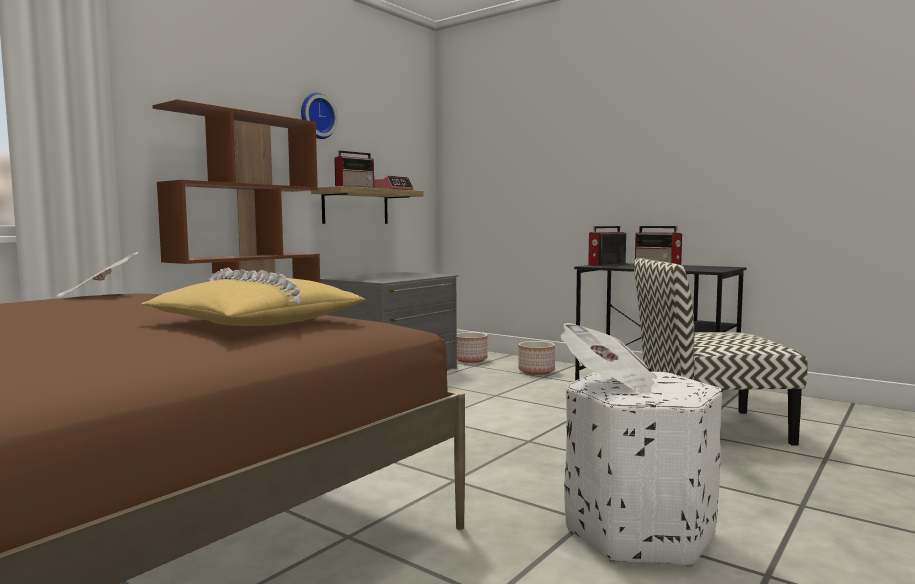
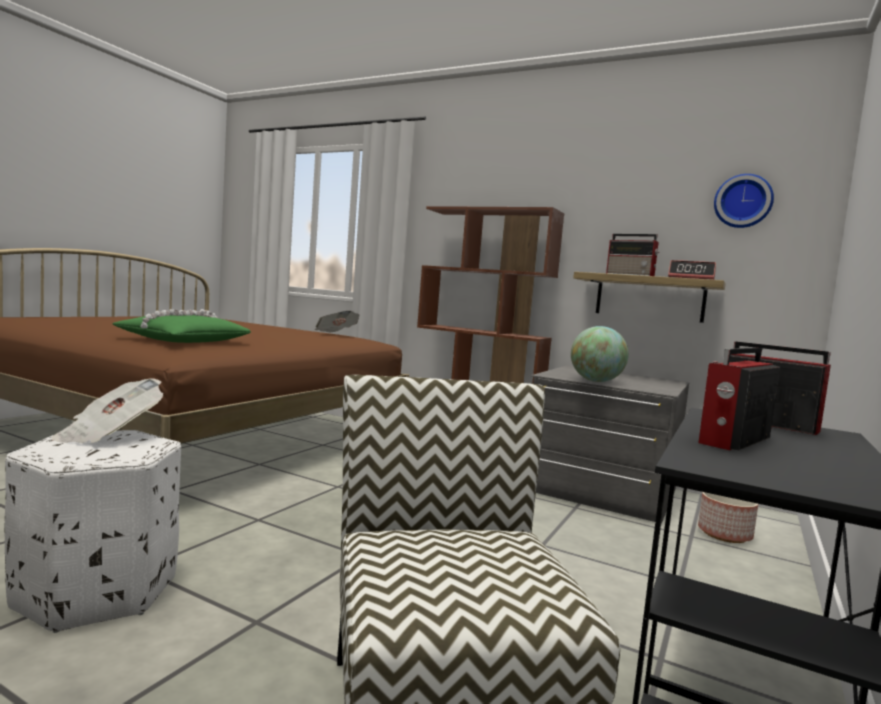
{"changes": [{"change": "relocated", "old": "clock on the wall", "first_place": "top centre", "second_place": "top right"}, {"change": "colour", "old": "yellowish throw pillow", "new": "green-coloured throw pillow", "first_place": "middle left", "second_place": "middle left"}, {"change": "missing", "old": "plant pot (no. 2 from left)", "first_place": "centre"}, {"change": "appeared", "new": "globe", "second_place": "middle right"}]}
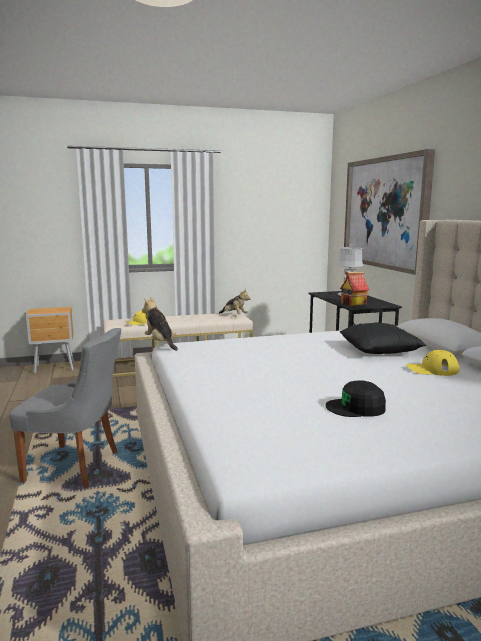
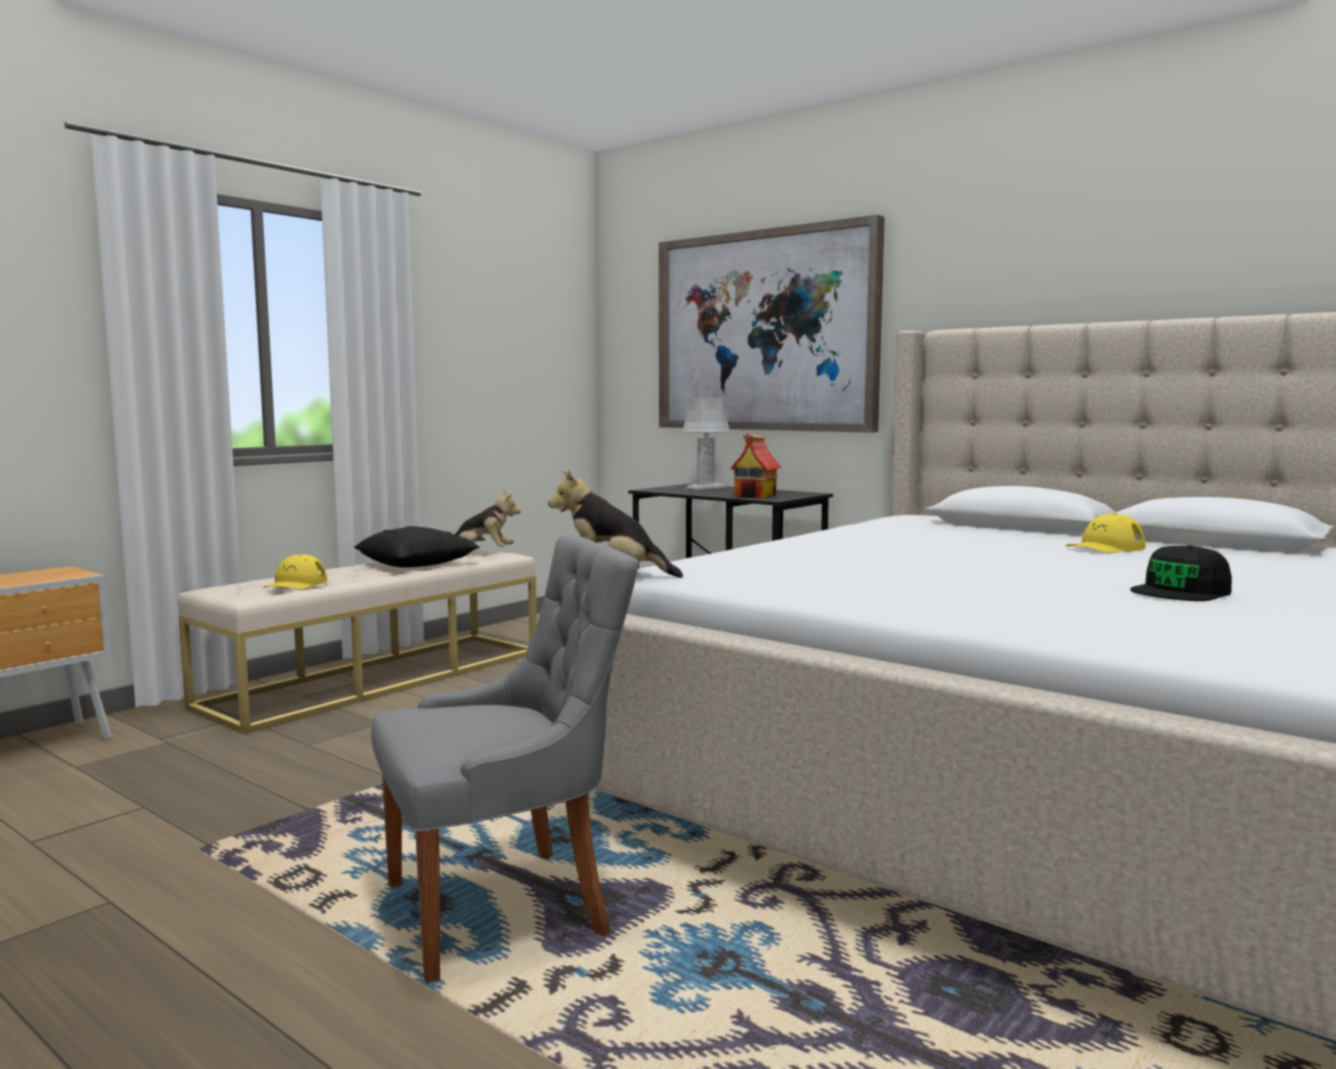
{"changes": [{"change": "relocated", "old": "black throw pillow", "first_place": "middle right", "second_place": "middle left"}]}
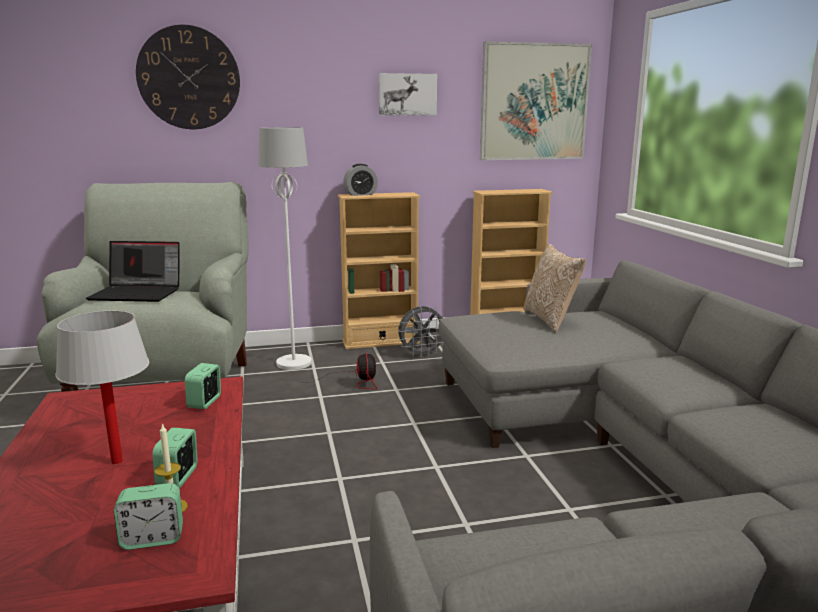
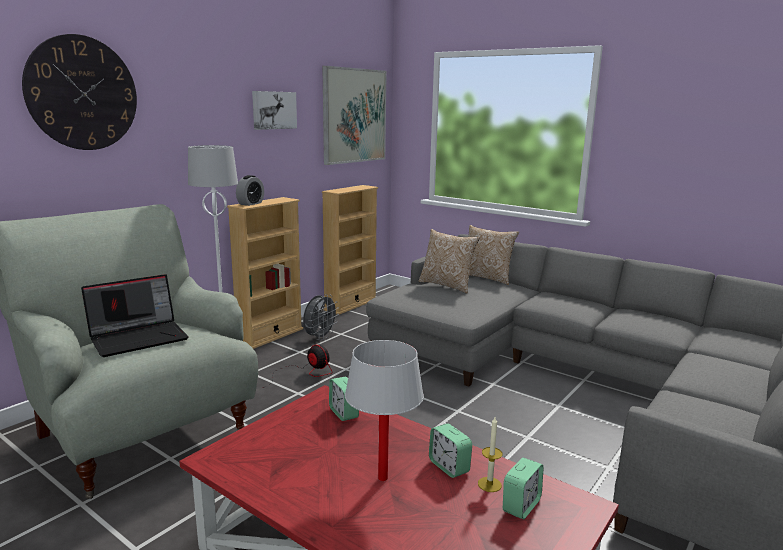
{"changes": [{"change": "appeared", "new": "throw pillow (no. 2 from left)", "second_place": "centre"}]}
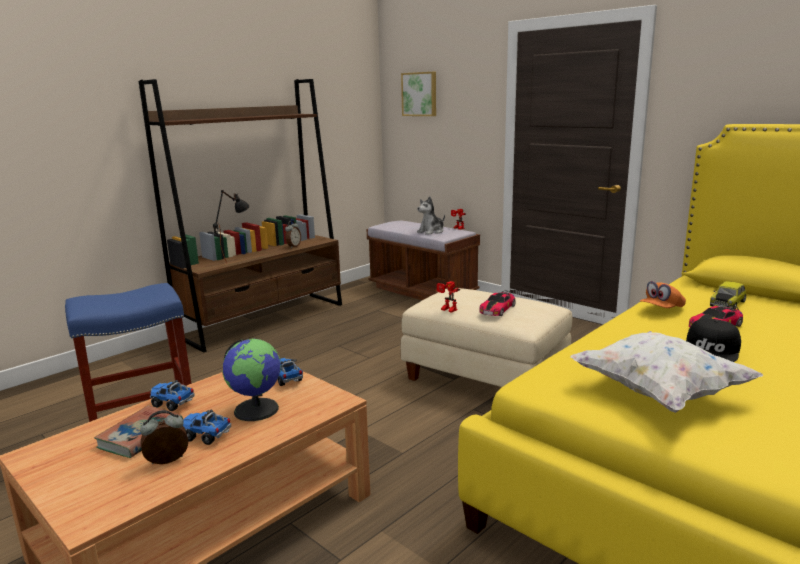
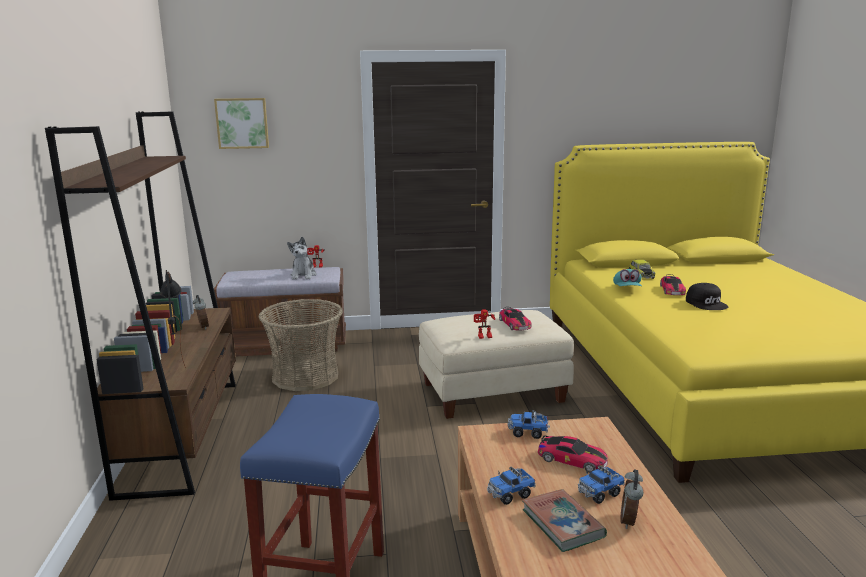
{"changes": [{"change": "colour", "old": "orange-coloured cap", "new": "turquoise cap", "first_place": "middle right", "second_place": "middle right"}, {"change": "missing", "old": "whitish throw pillow", "first_place": "middle right"}, {"change": "exchanged", "old": "globe", "new": "model car (no. 2 from left)", "first_place": "bottom left", "second_place": "bottom centre"}, {"change": "appeared", "new": "storage basket", "second_place": "centre"}]}
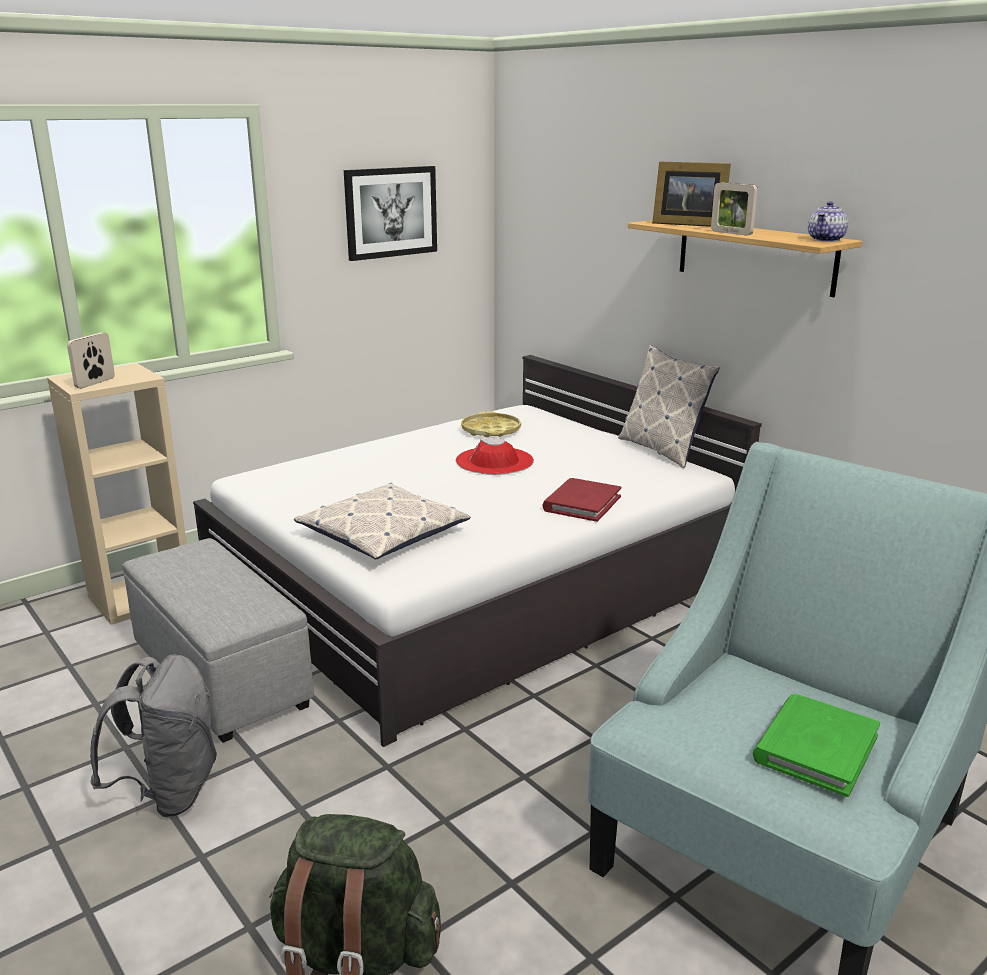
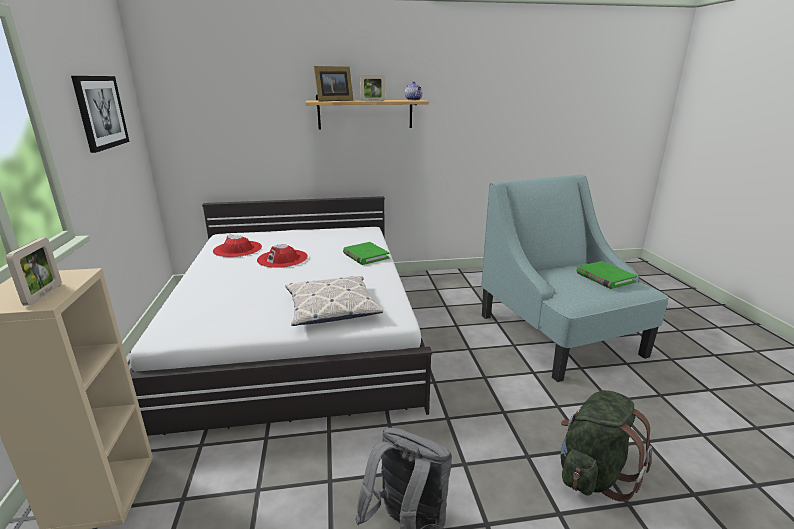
{"changes": [{"change": "spun", "old": "standing frame (no. 1 from left)", "first_place": "middle left", "second_place": "middle left", "degrees": -150}, {"change": "missing", "old": "throw pillow (no. 2 from left)", "first_place": "middle right"}, {"change": "exchanged", "old": "yellowish tray", "new": "reddish clothing hat (no. 1 from left)", "first_place": "centre", "second_place": "middle left"}, {"change": "colour", "old": "reddish bound book", "new": "green-coloured bound book (no. 1 from left)", "first_place": "centre", "second_place": "centre"}, {"change": "missing", "old": "grey pouffe", "first_place": "middle left"}]}
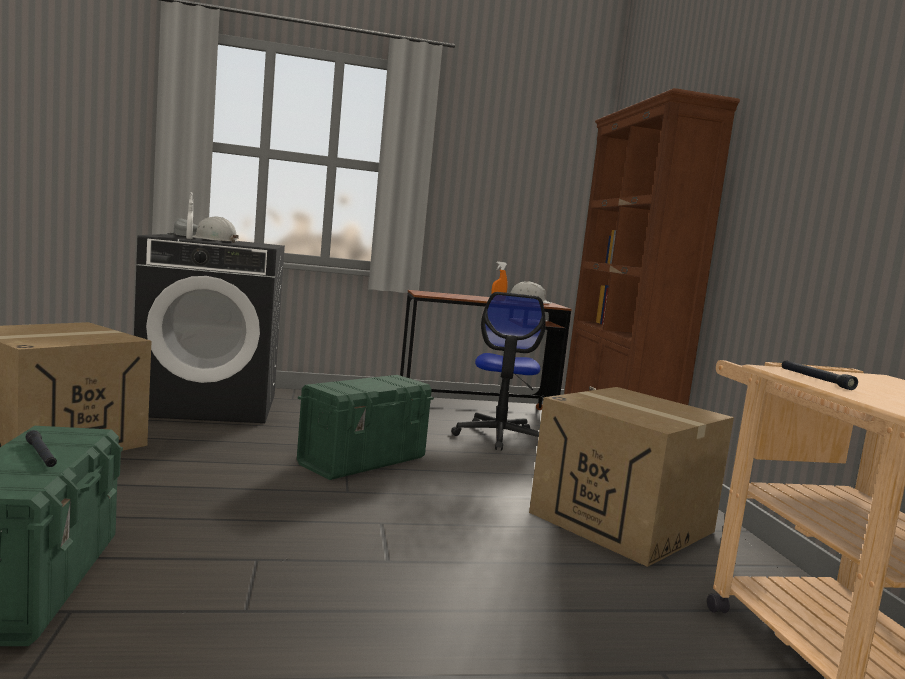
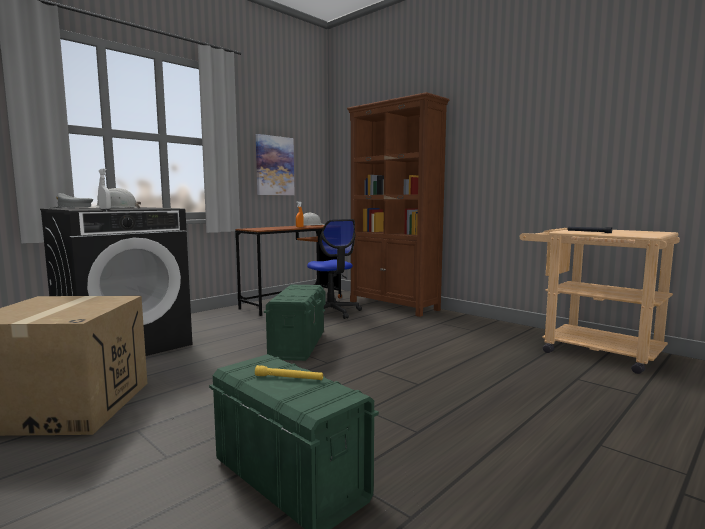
{"changes": [{"change": "missing", "old": "carton (no. 2 from left)", "first_place": "bottom right"}, {"change": "colour", "old": "black flashlight (no. 1 from left)", "new": "yellowish flashlight", "first_place": "middle left", "second_place": "bottom centre"}, {"change": "appeared", "new": "picture", "second_place": "top centre"}]}
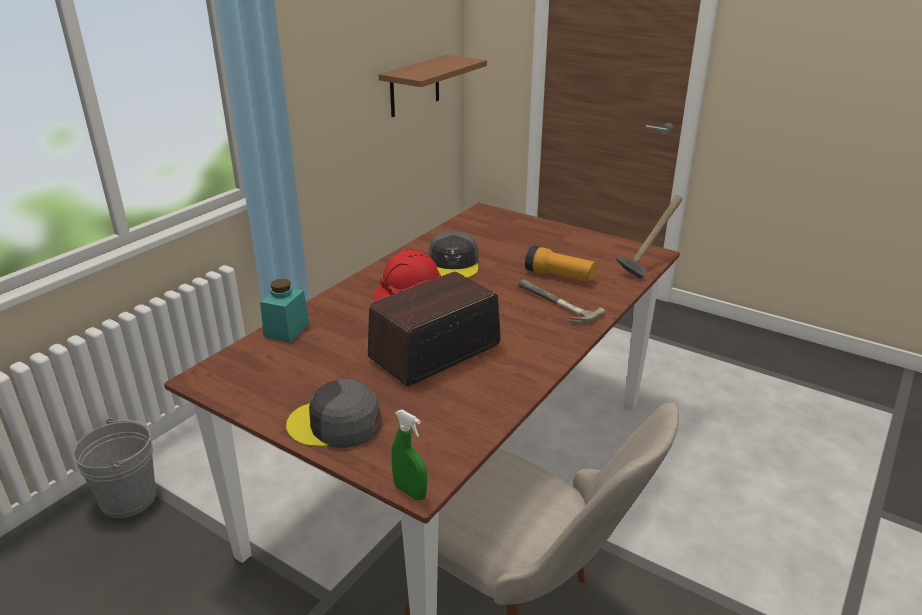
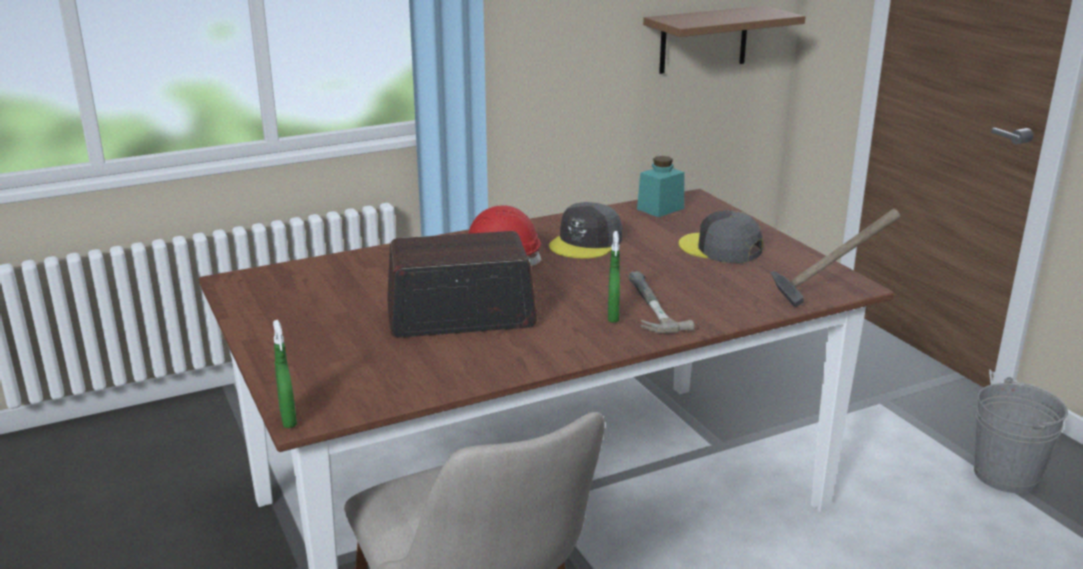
{"changes": [{"change": "missing", "old": "flashlight", "first_place": "centre"}, {"change": "relocated", "old": "turquoise storage jar", "first_place": "middle left", "second_place": "top centre"}, {"change": "relocated", "old": "grey cap (no. 1 from left in the first image)", "new": "grey cap (no. 2 from left)", "first_place": "bottom centre", "second_place": "centre"}, {"change": "relocated", "old": "grey pail", "first_place": "bottom left", "second_place": "bottom right"}, {"change": "appeared", "new": "green-coloured hand sprayer (no. 2 from left)", "second_place": "centre"}]}
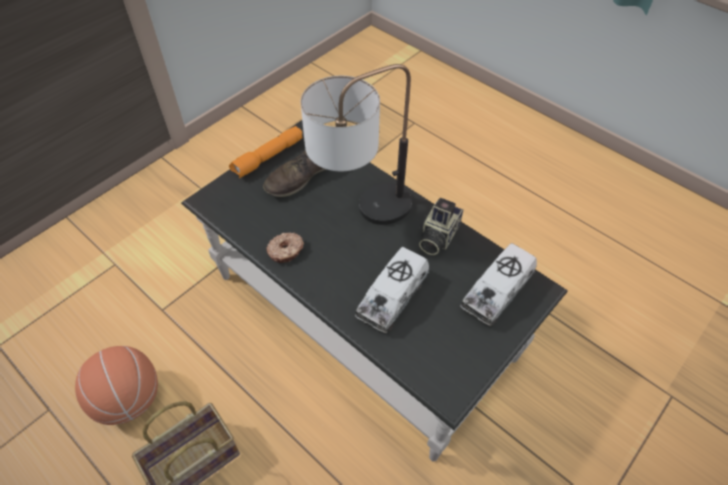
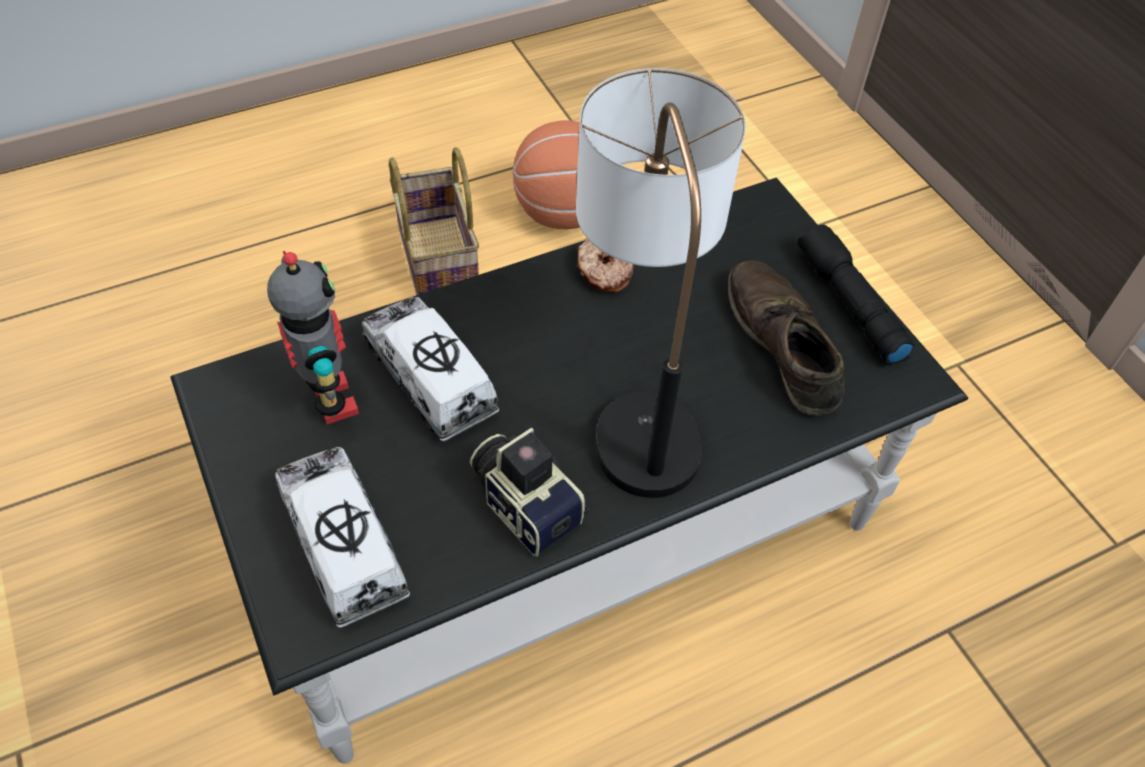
{"changes": [{"change": "colour", "old": "orange-coloured flashlight", "new": "black flashlight", "first_place": "top centre", "second_place": "middle right"}, {"change": "appeared", "new": "robot figure", "second_place": "middle left"}]}
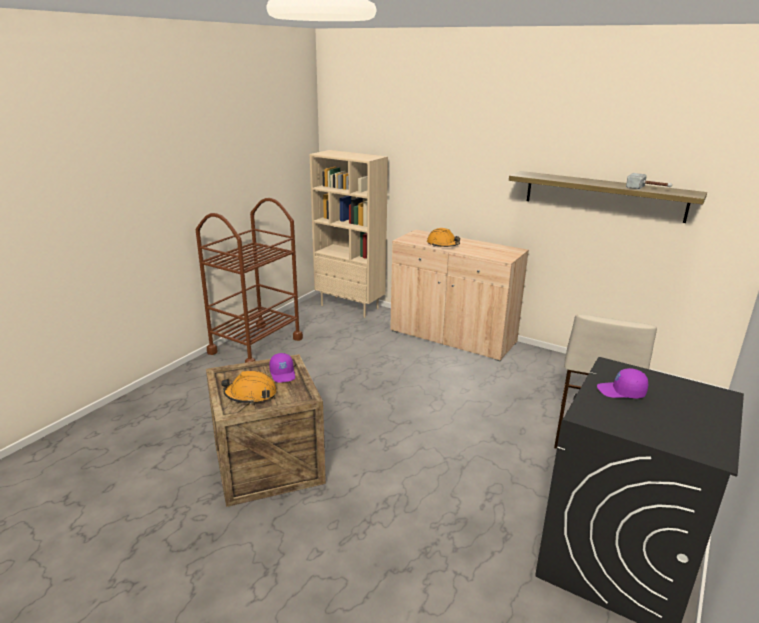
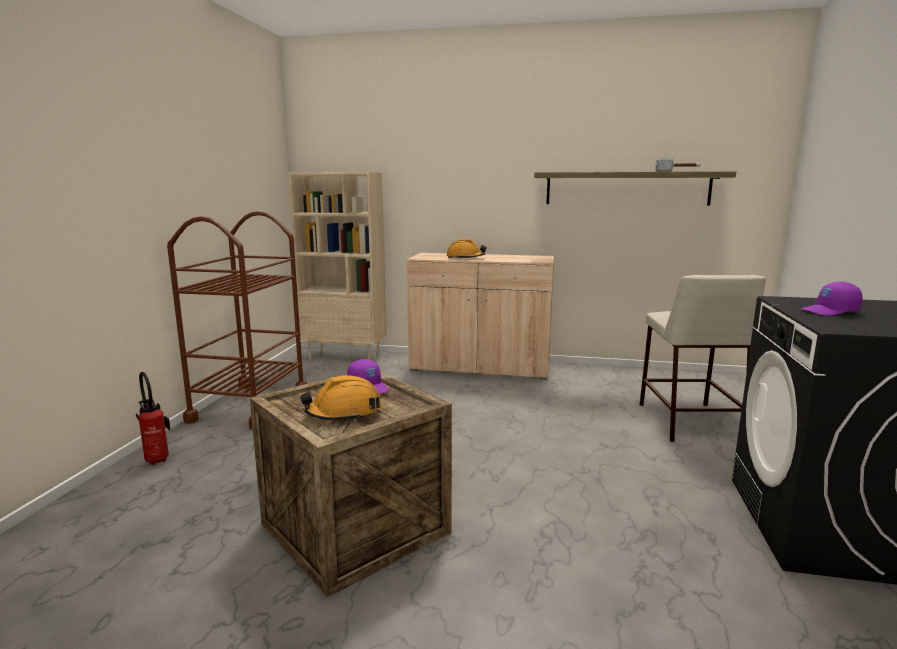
{"changes": [{"change": "appeared", "new": "fire-fighting cylinder", "second_place": "middle left"}]}
